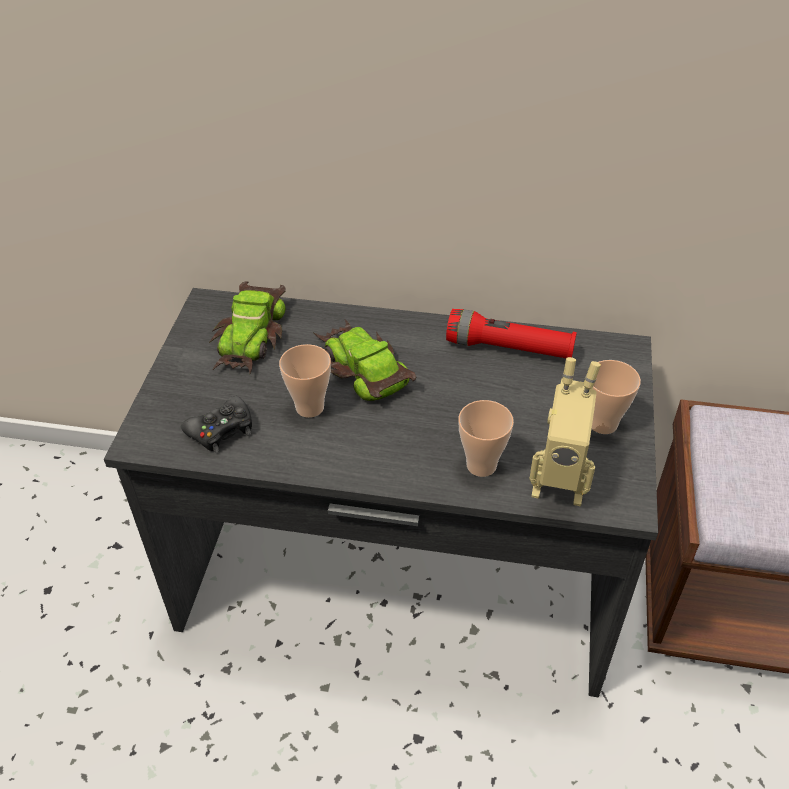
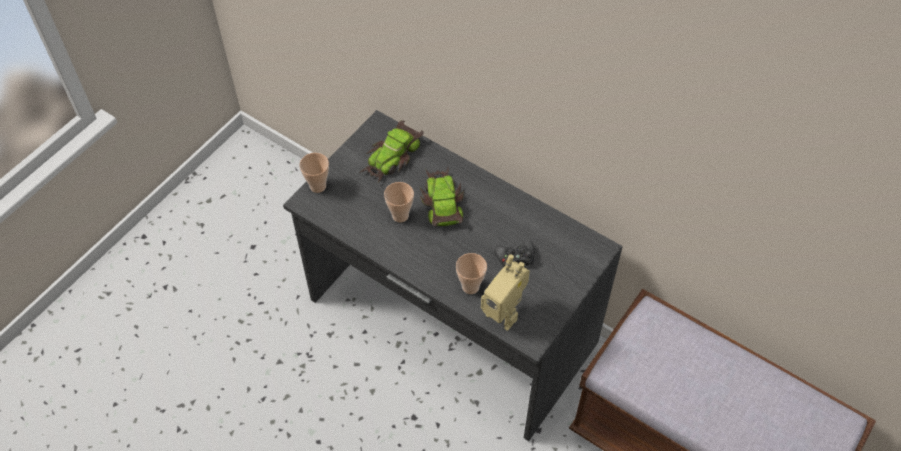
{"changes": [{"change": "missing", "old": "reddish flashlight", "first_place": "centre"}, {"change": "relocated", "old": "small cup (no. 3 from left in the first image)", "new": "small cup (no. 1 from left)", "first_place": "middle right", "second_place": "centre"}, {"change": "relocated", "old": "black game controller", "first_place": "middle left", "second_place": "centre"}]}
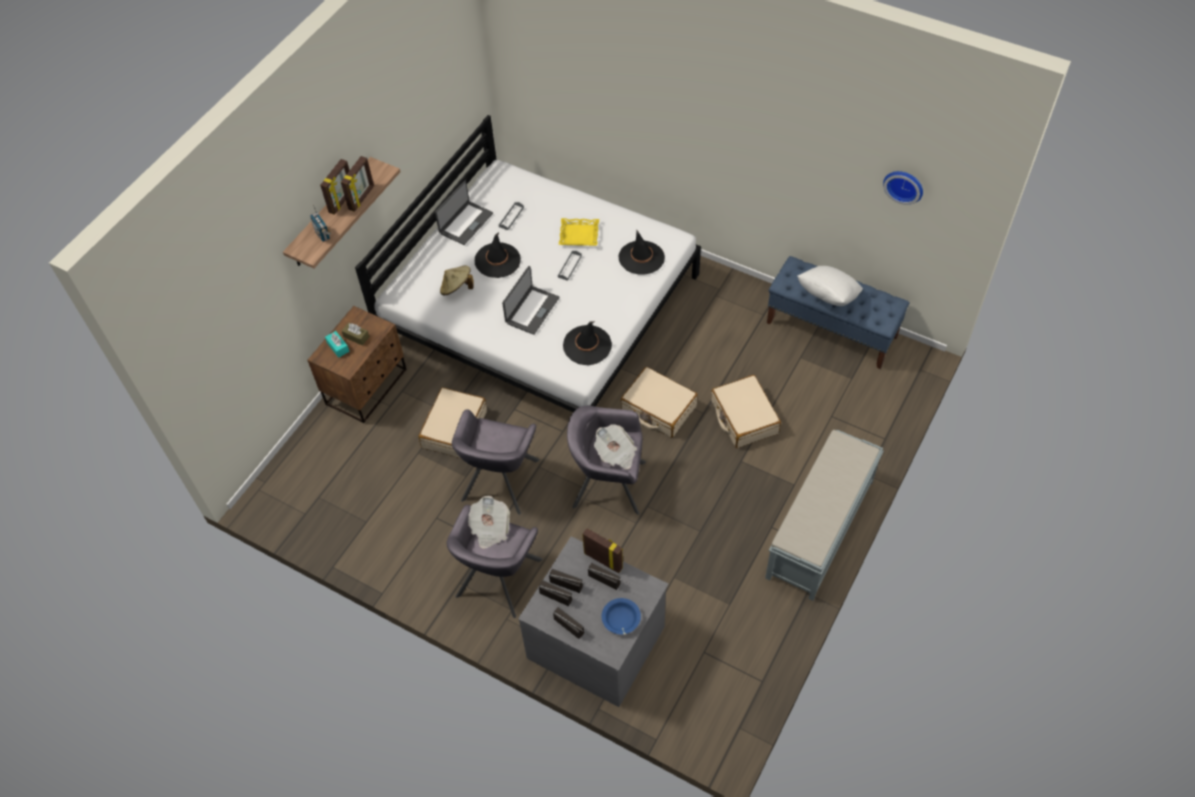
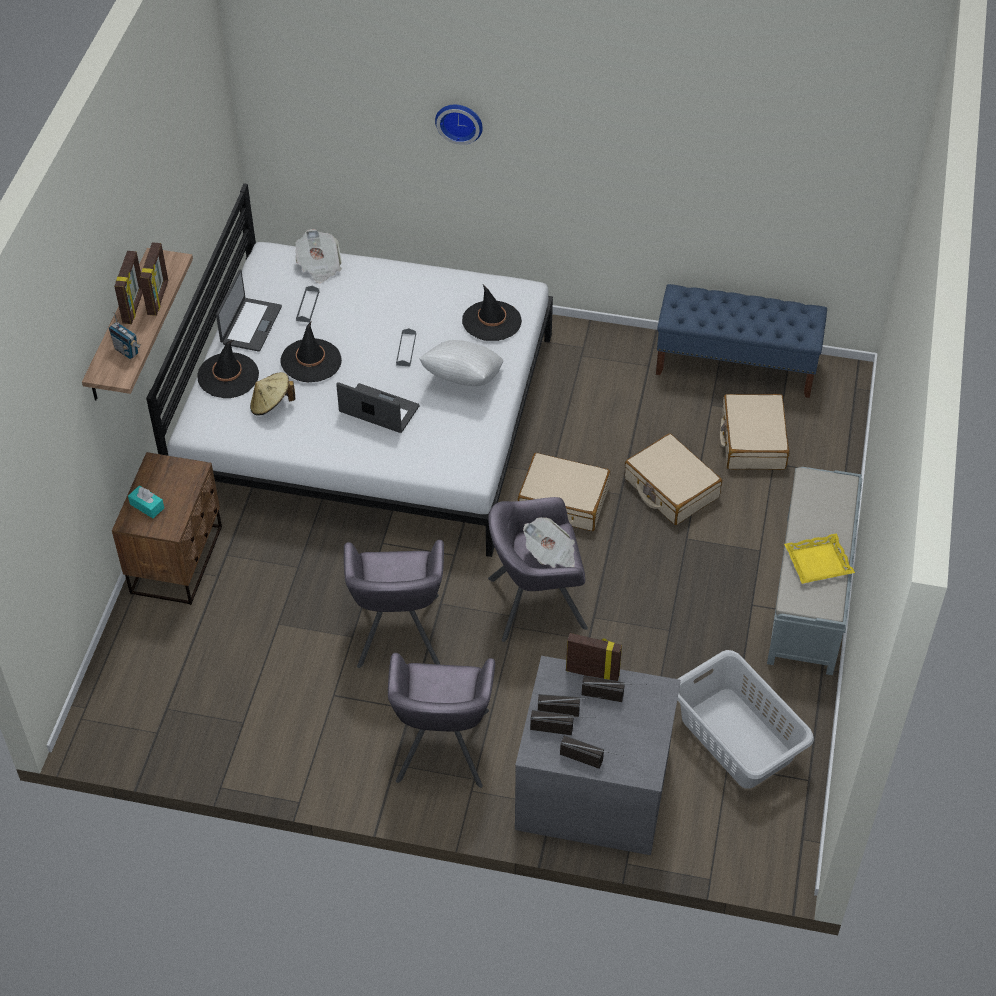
{"changes": [{"change": "relocated", "old": "clock on the wall", "first_place": "top right", "second_place": "top centre"}, {"change": "relocated", "old": "yellowish tray", "first_place": "top centre", "second_place": "middle right"}, {"change": "spun", "old": "portable computer (no. 2 from left)", "first_place": "centre", "second_place": "centre", "degrees": -75}, {"change": "relocated", "old": "whitish throw pillow", "first_place": "middle right", "second_place": "centre"}, {"change": "relocated", "old": "black clothing hat (no. 2 from left in the first image)", "new": "black clothing hat (no. 1 from left)", "first_place": "centre", "second_place": "middle left"}, {"change": "missing", "old": "brown tissue box", "first_place": "middle left"}, {"change": "relocated", "old": "beige-coloured travel case (no. 1 from left in the first image)", "new": "beige-coloured travel case (no. 3 from left)", "first_place": "centre", "second_place": "middle right"}, {"change": "relocated", "old": "daily paper (no. 1 from left)", "first_place": "centre", "second_place": "top left"}, {"change": "missing", "old": "blue serving bowl", "first_place": "bottom centre"}, {"change": "appeared", "new": "grey hamper", "second_place": "bottom right"}]}
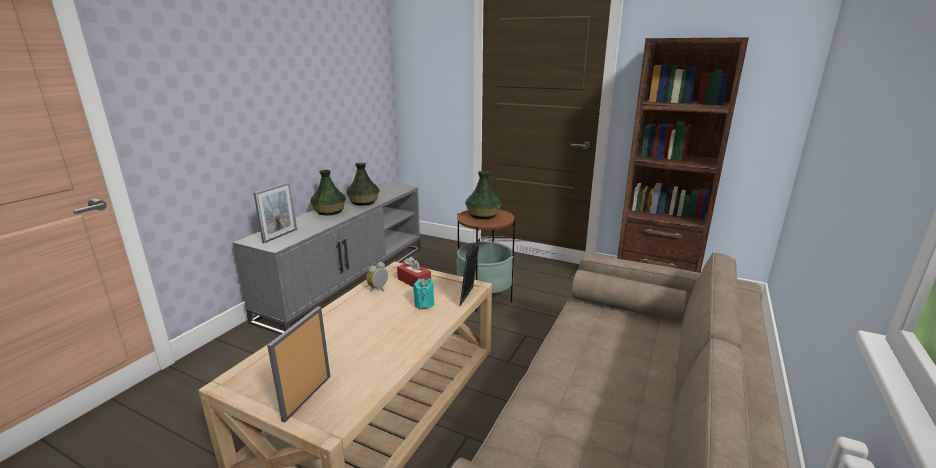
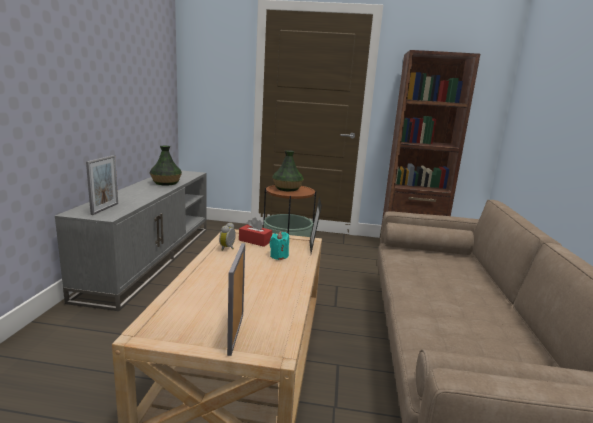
{"changes": [{"change": "missing", "old": "decorative vase (no. 1 from left)", "first_place": "centre"}]}
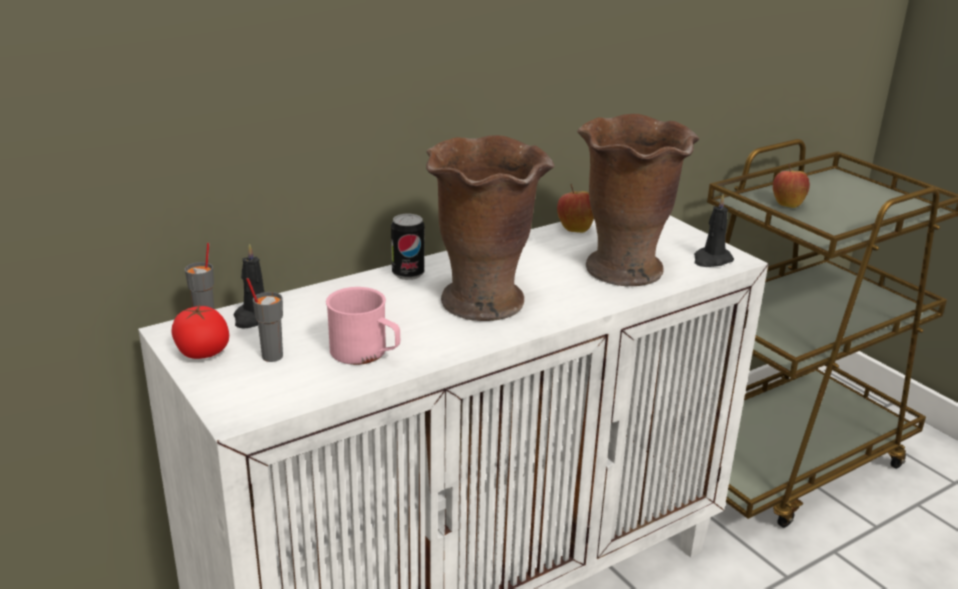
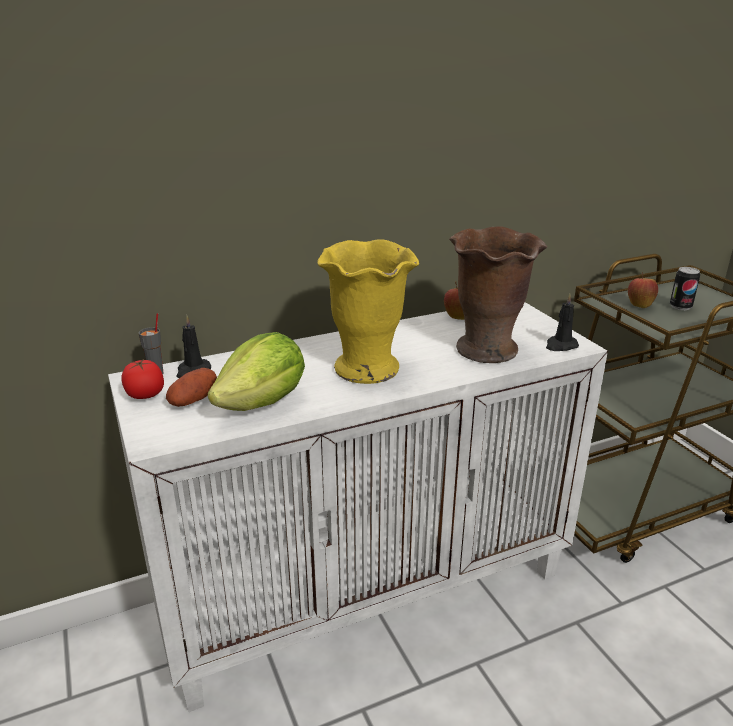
{"changes": [{"change": "colour", "old": "brown decorative vase (no. 1 from left)", "new": "yellowish decorative vase", "first_place": "centre", "second_place": "centre"}, {"change": "relocated", "old": "sealed can", "first_place": "centre", "second_place": "middle right"}, {"change": "exchanged", "old": "grey small cup (no. 2 from left)", "new": "spud", "first_place": "middle left", "second_place": "middle left"}, {"change": "exchanged", "old": "pink-coloured coffee mug", "new": "head of lettuce", "first_place": "centre", "second_place": "centre"}]}
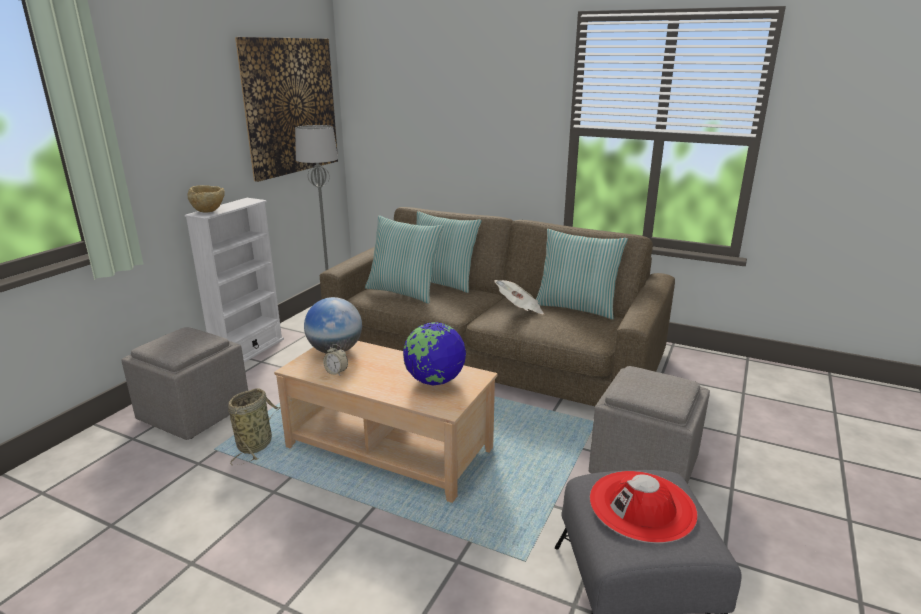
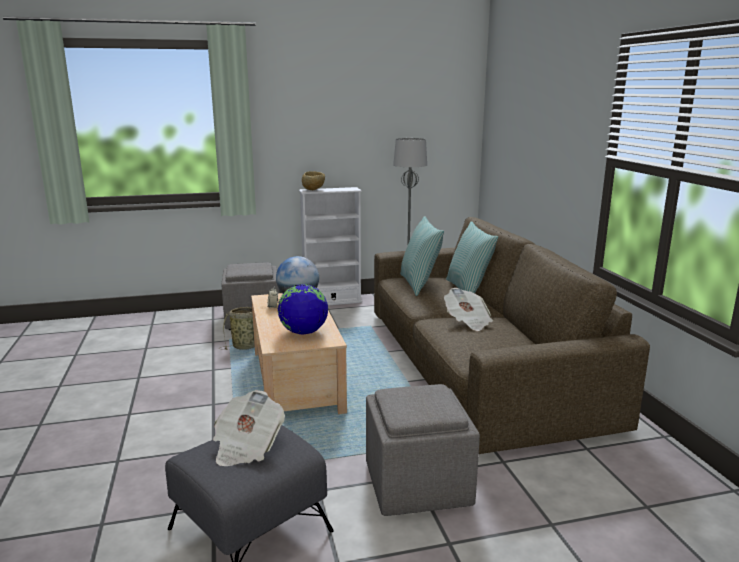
{"changes": [{"change": "missing", "old": "picture", "first_place": "top left"}, {"change": "missing", "old": "throw pillow (no. 3 from left)", "first_place": "centre"}, {"change": "exchanged", "old": "reddish clothing hat", "new": "daily paper (no. 1 from left)", "first_place": "bottom right", "second_place": "bottom centre"}]}
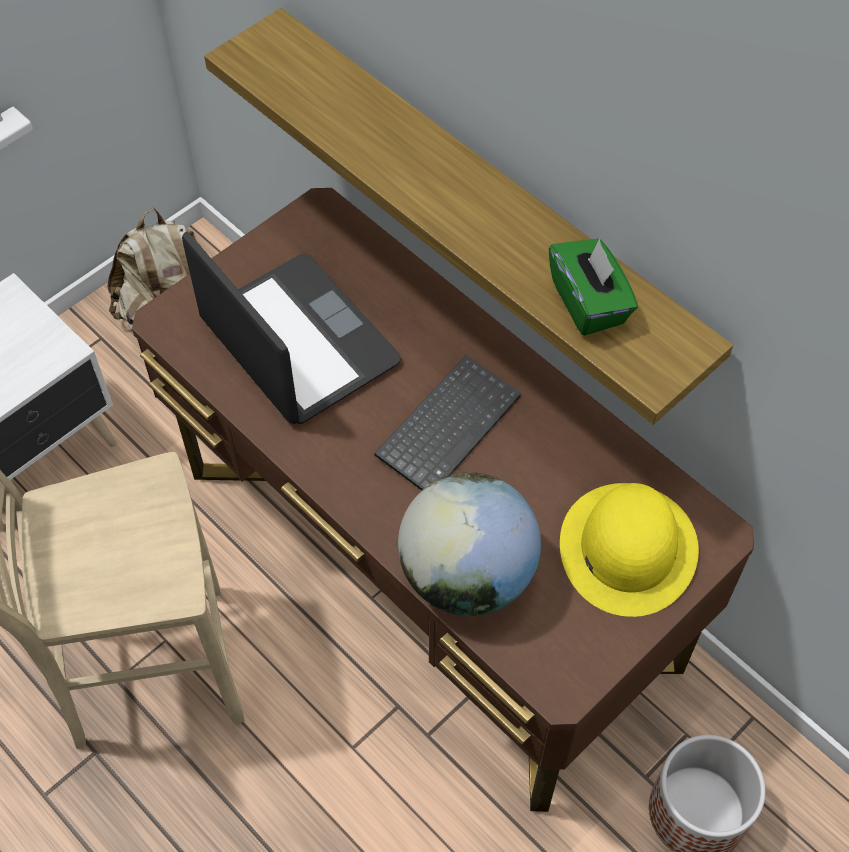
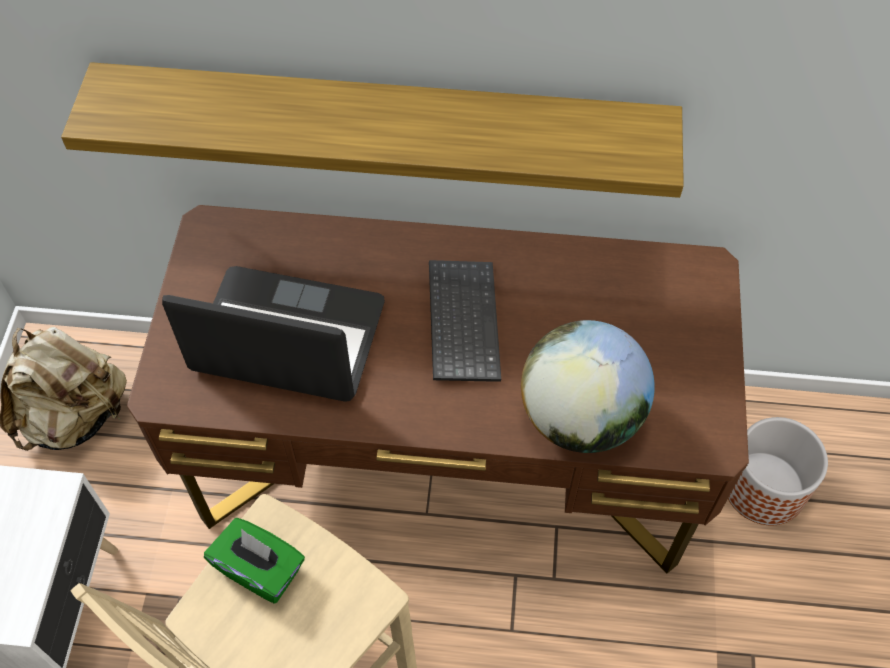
{"changes": [{"change": "relocated", "old": "green-coloured tissue box", "first_place": "middle right", "second_place": "bottom left"}, {"change": "missing", "old": "yellowish clothing hat", "first_place": "middle right"}]}
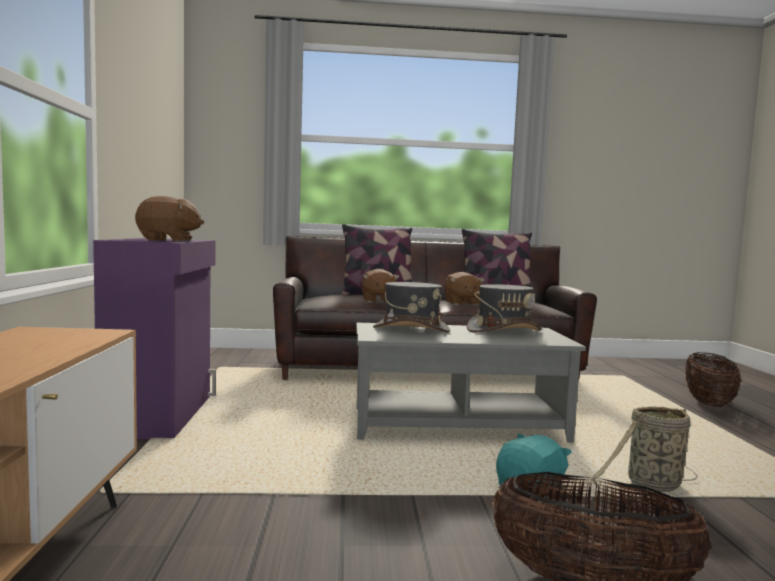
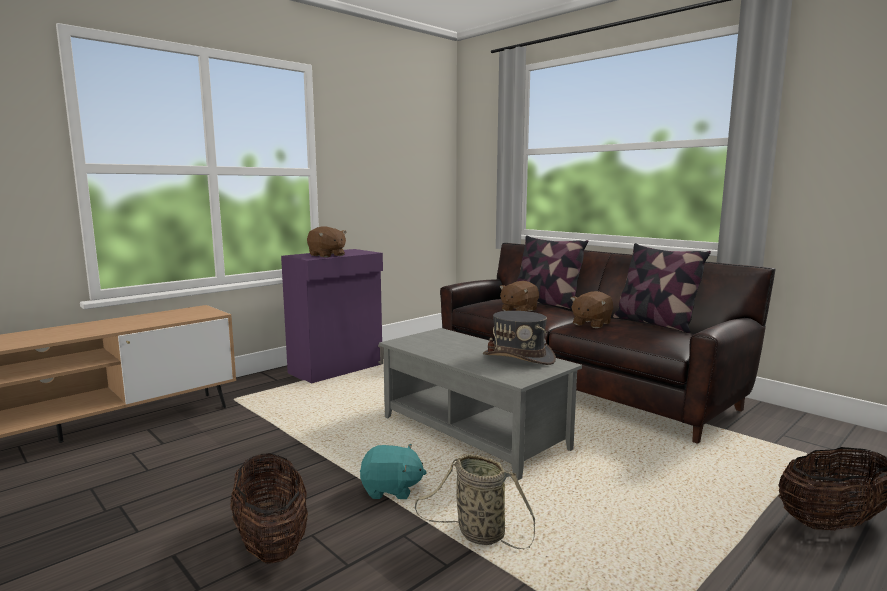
{"changes": [{"change": "missing", "old": "grey clothing hat (no. 1 from left)", "first_place": "centre"}]}
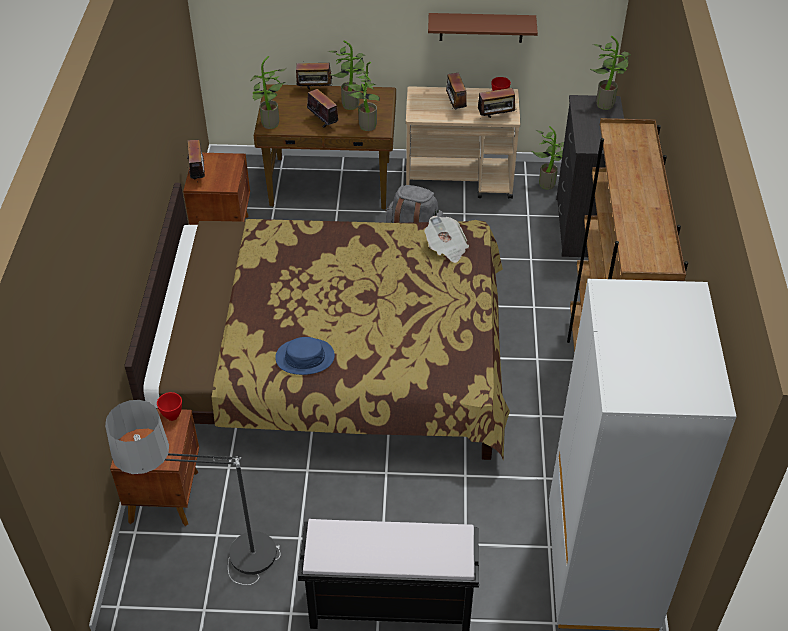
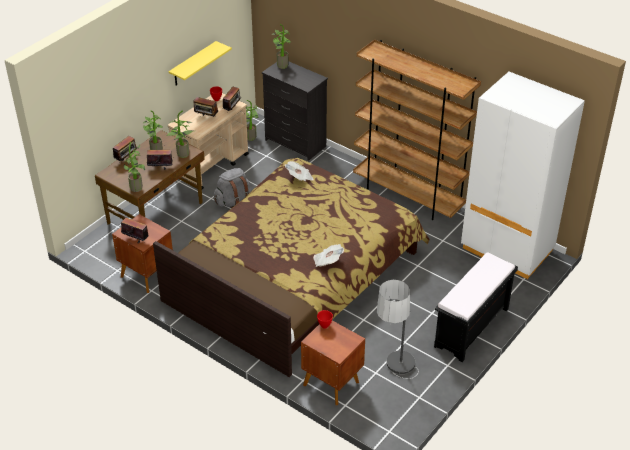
{"changes": [{"change": "colour", "old": "brown wall shelf", "new": "yellowish wall shelf", "first_place": "top centre", "second_place": "top left"}, {"change": "exchanged", "old": "blue clothing hat", "new": "daily paper (no. 2 from left)", "first_place": "centre", "second_place": "centre"}]}
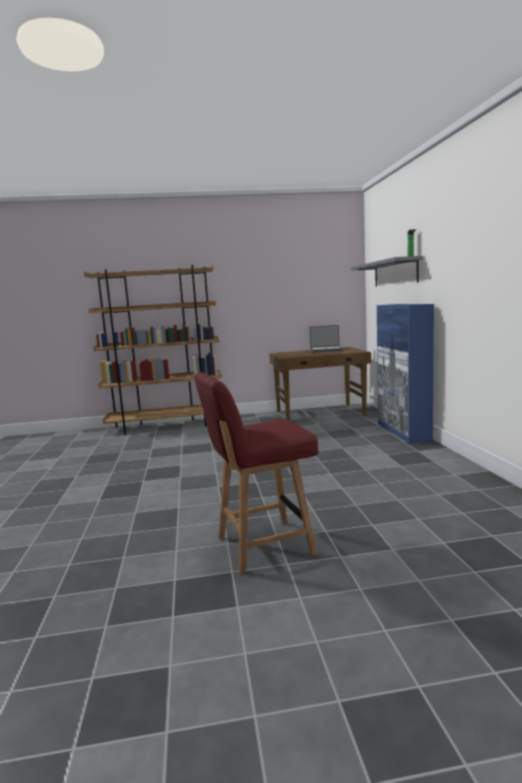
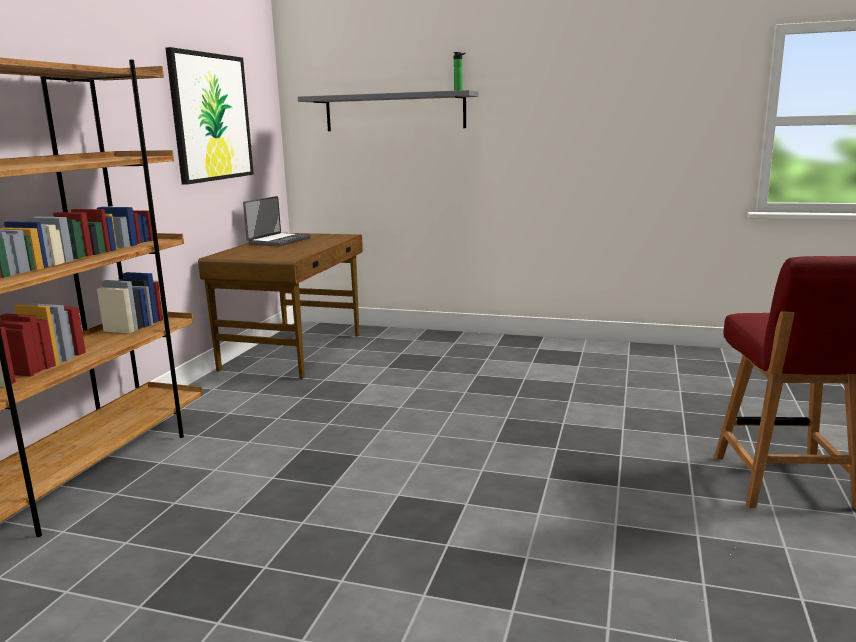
{"changes": [{"change": "missing", "old": "blue cupboard", "first_place": "middle right"}, {"change": "appeared", "new": "picture", "second_place": "top left"}]}
